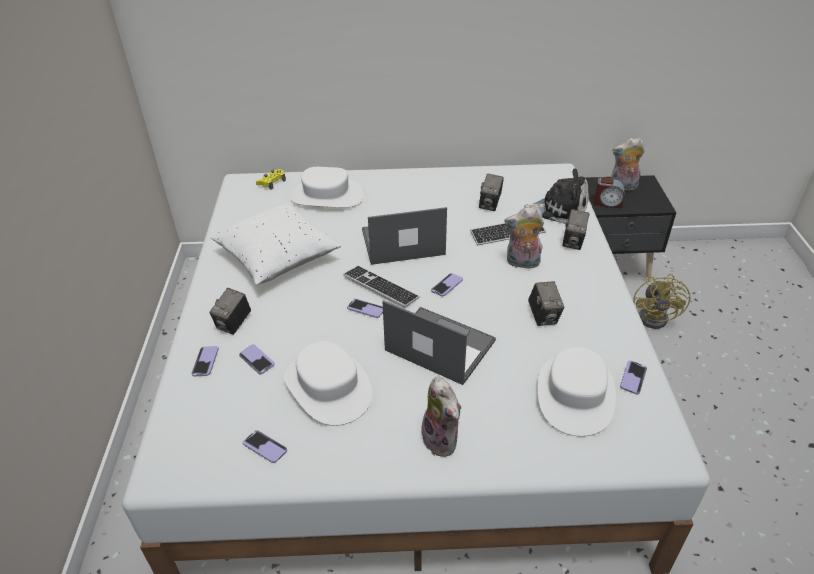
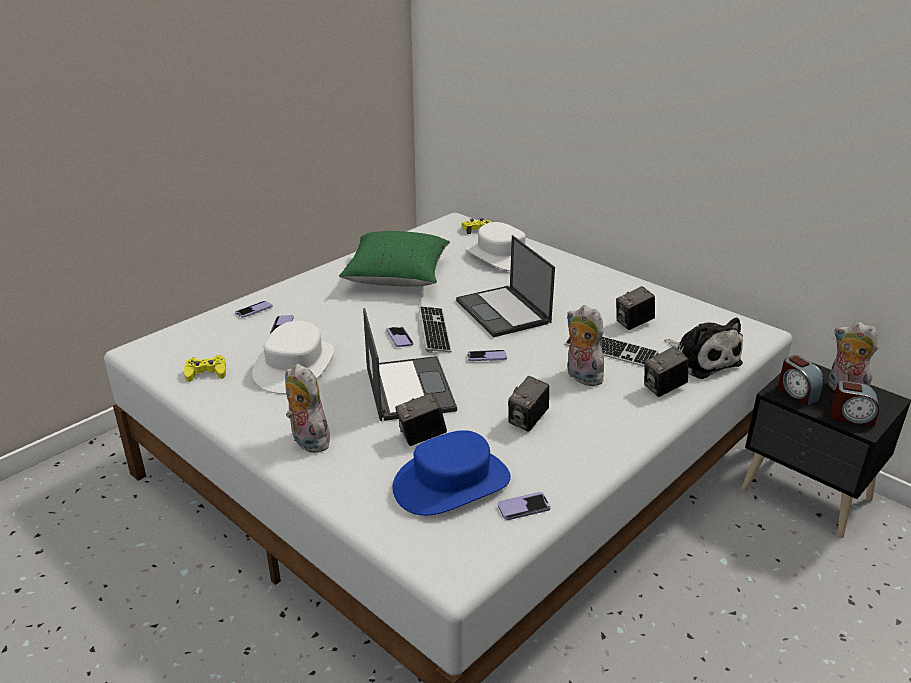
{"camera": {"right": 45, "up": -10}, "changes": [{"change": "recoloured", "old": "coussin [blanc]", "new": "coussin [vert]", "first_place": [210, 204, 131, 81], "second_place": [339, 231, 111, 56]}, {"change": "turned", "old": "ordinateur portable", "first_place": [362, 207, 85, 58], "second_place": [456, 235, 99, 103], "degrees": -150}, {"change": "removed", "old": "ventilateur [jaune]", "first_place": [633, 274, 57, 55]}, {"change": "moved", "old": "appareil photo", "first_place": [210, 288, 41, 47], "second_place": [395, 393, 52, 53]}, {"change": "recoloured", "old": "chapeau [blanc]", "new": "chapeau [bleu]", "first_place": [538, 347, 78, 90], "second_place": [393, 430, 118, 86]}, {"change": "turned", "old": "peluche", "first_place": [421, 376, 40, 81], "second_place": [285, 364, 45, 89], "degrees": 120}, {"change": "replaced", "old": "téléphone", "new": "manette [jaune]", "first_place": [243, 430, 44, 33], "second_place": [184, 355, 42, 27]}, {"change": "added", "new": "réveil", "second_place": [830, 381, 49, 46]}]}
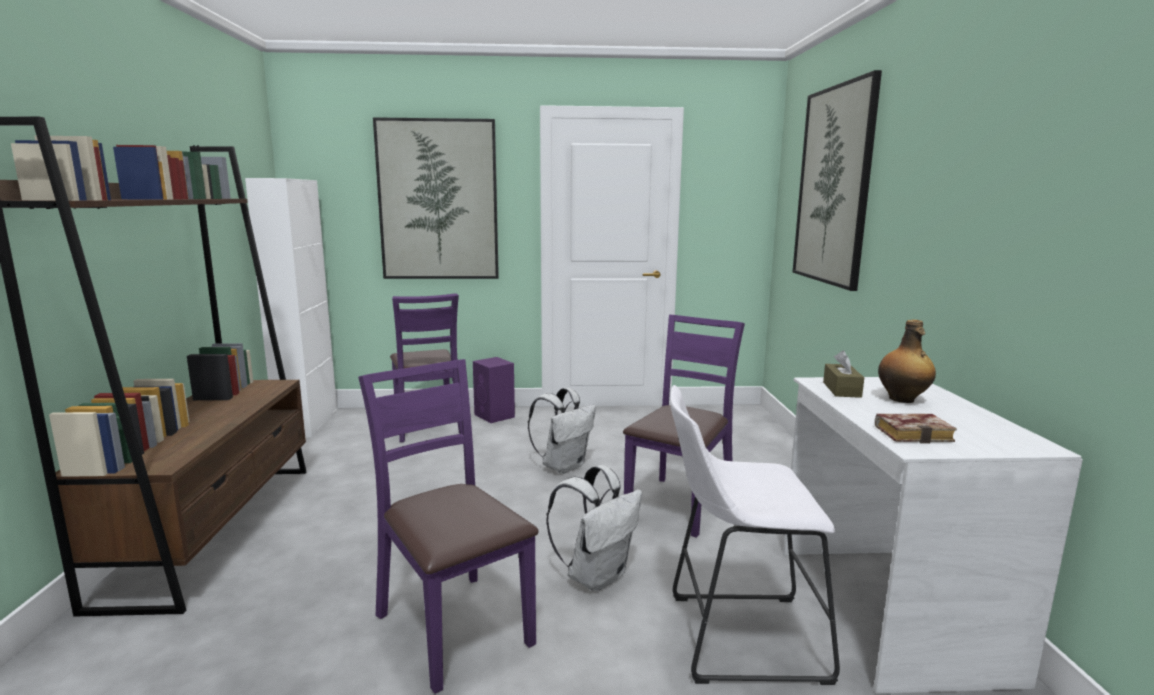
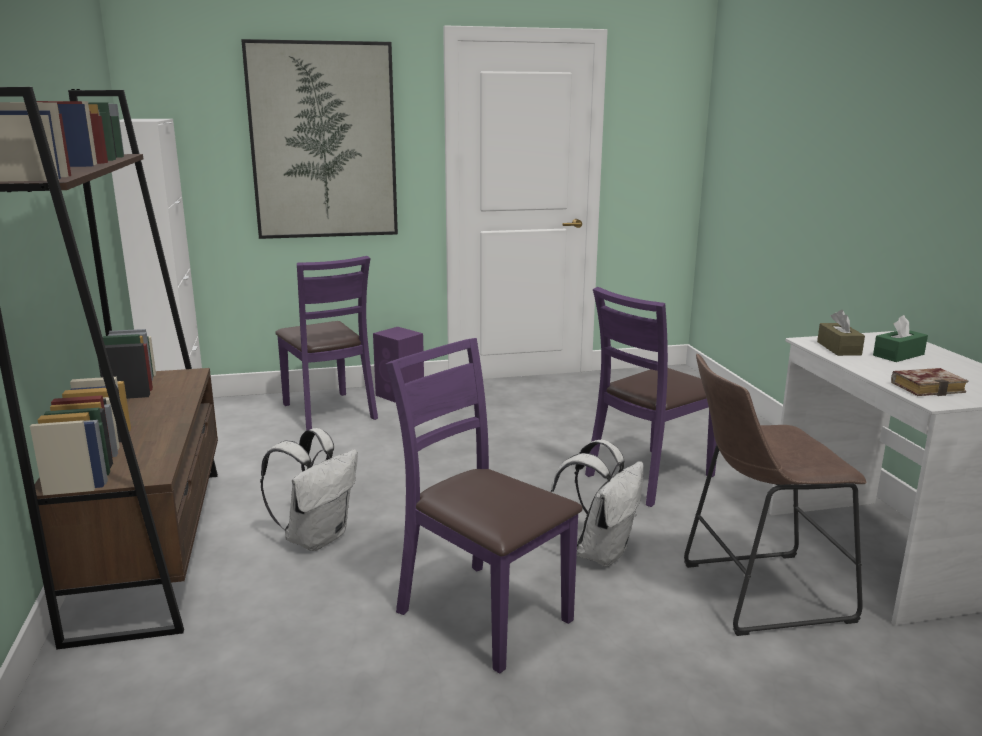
{"camera": {"right": -10, "up": 5}, "changes": [{"change": "removed", "old": "tableau", "first_place": [792, 70, 90, 221]}, {"change": "turned", "old": "chaise [violet]", "first_place": [623, 315, 122, 223], "second_place": [585, 287, 132, 220], "degrees": -150}, {"change": "replaced", "old": "bouteille", "new": "boîte à mouchoirs [vert]", "first_place": [878, 320, 58, 83], "second_place": [873, 315, 55, 47]}, {"change": "recoloured", "old": "tabouret [blanc]", "new": "tabouret [marron]", "first_place": [670, 385, 170, 300], "second_place": [684, 354, 182, 282]}, {"change": "moved", "old": "sac à dos [blanc]", "first_place": [528, 388, 68, 86], "second_place": [260, 428, 98, 123]}]}
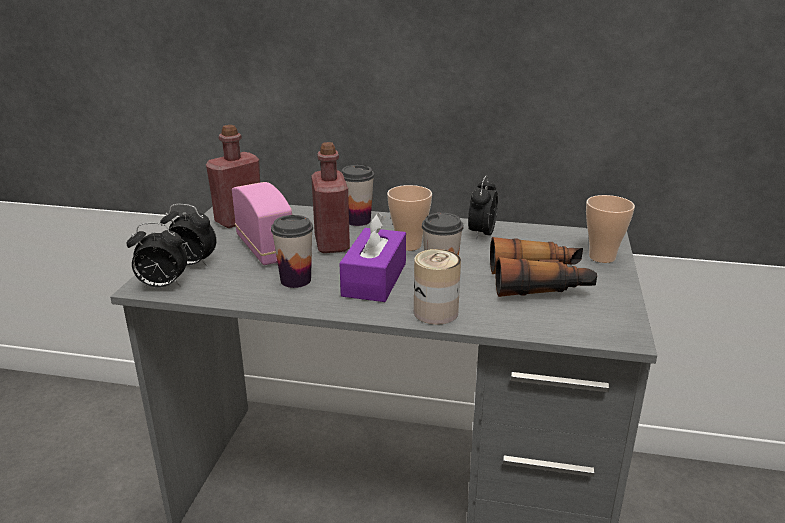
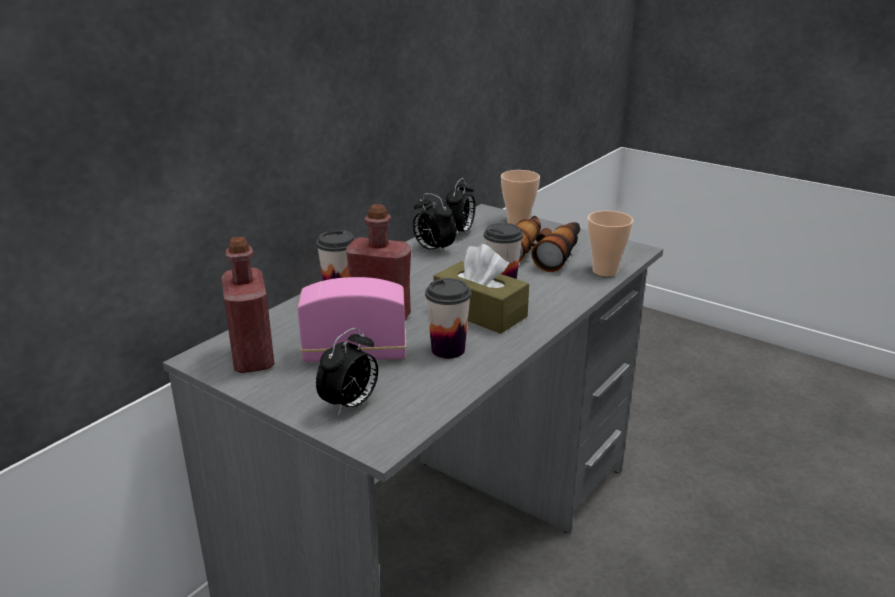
{"camera": {"right": -65, "up": 0}, "changes": [{"change": "moved", "old": "tasse", "first_place": [387, 185, 45, 66], "second_place": [588, 211, 45, 66]}, {"change": "recoloured", "old": "boîte à mouchoirs [violet]", "new": "boîte à mouchoirs [marron]", "first_place": [339, 213, 67, 89], "second_place": [434, 244, 95, 90]}, {"change": "moved", "old": "réveil", "first_place": [127, 223, 60, 65], "second_place": [444, 178, 31, 59]}, {"change": "removed", "old": "boîte métallique", "first_place": [414, 249, 47, 76]}]}
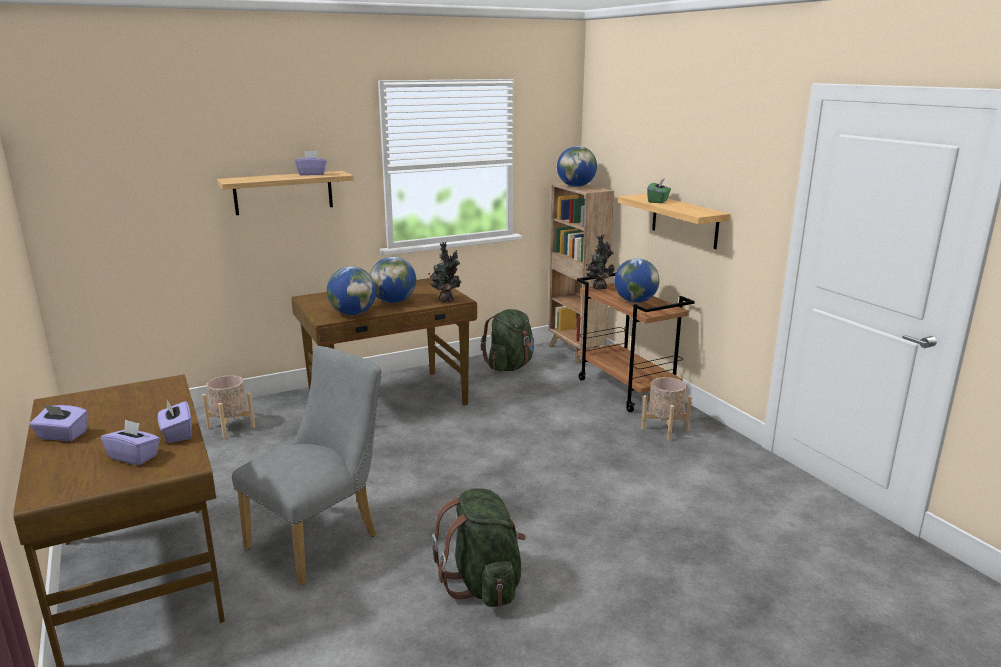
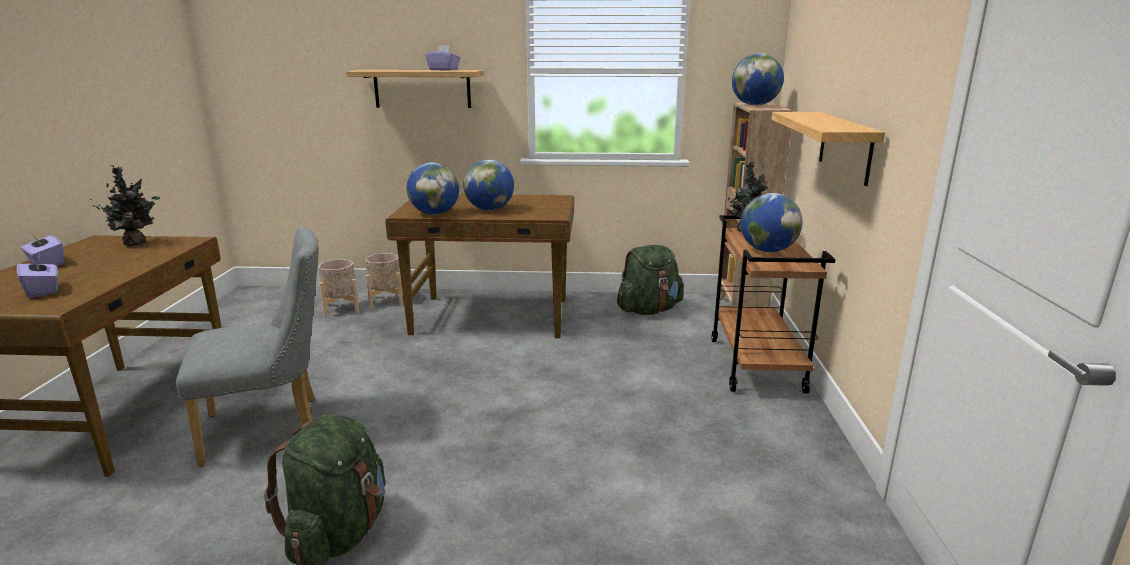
{"camera": {"right": 30, "up": 0}, "changes": [{"change": "removed", "old": "boîte à mouchoirs [vert]", "first_place": [647, 178, 24, 25]}, {"change": "moved", "old": "plante en pot", "first_place": [428, 242, 33, 60], "second_place": [90, 165, 70, 81]}, {"change": "moved", "old": "cache-pot [beige]", "first_place": [641, 377, 51, 64], "second_place": [365, 253, 38, 56]}, {"change": "removed", "old": "boîte à mouchoirs [violet]", "first_place": [158, 400, 34, 43]}]}
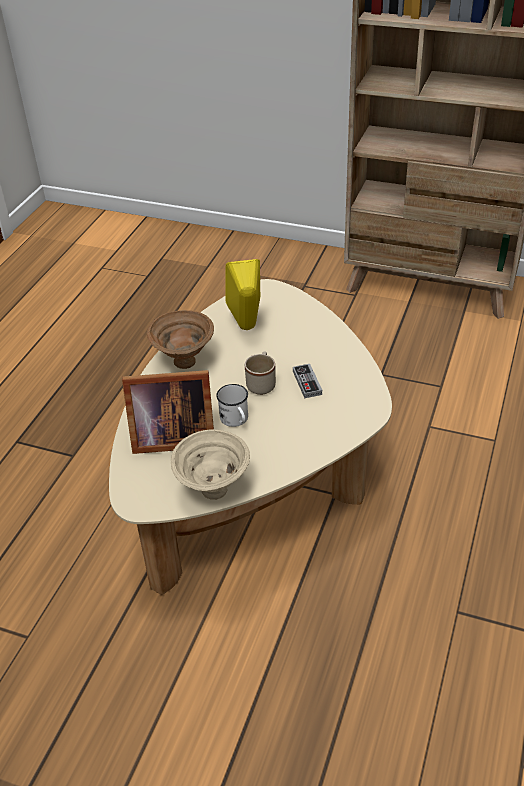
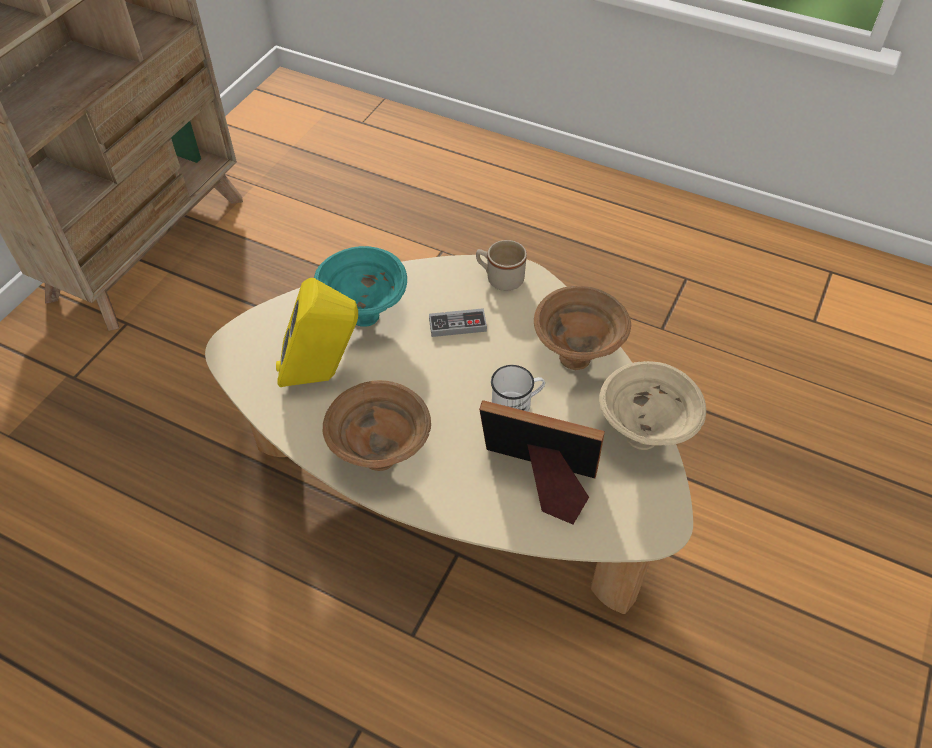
{"camera": {"right": -85, "up": 10}, "changes": [{"change": "moved", "old": "mug [beige]", "first_place": [245, 351, 31, 44], "second_place": [476, 240, 51, 51]}, {"change": "turned", "old": "cadre photo", "first_place": [122, 370, 92, 84], "second_place": [479, 400, 126, 124], "degrees": -75}, {"change": "added", "new": "bol [turquoise]", "second_place": [314, 246, 93, 81]}, {"change": "added", "new": "bol [marron]", "second_place": [534, 286, 97, 84]}]}
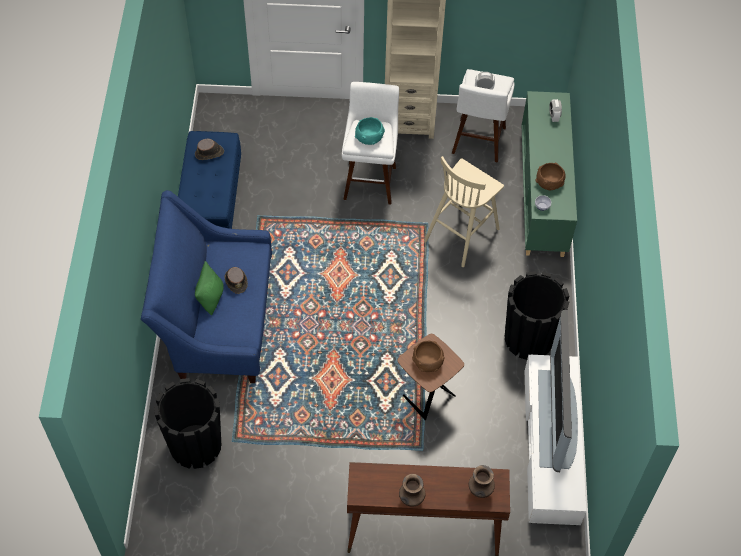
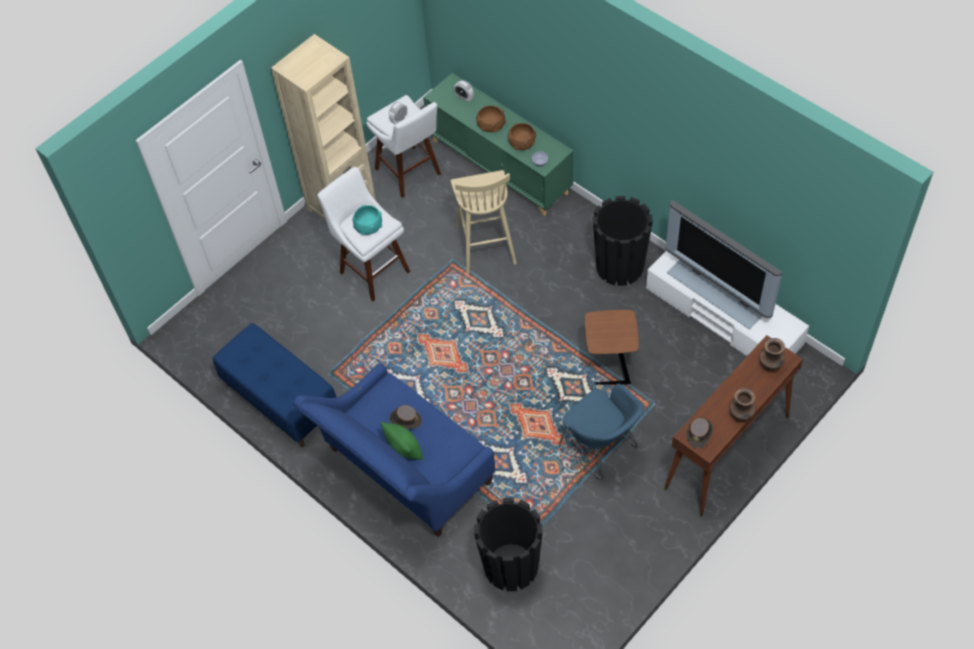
{"camera": {"right": -45, "up": 0}, "changes": [{"change": "moved", "old": "chapeau [marron]", "first_place": [195, 139, 29, 21], "second_place": [687, 417, 26, 31]}, {"change": "moved", "old": "bol [marron]", "first_place": [412, 341, 33, 31], "second_place": [476, 106, 30, 26]}, {"change": "added", "new": "fauteuil [bleu]", "second_place": [559, 384, 85, 96]}]}
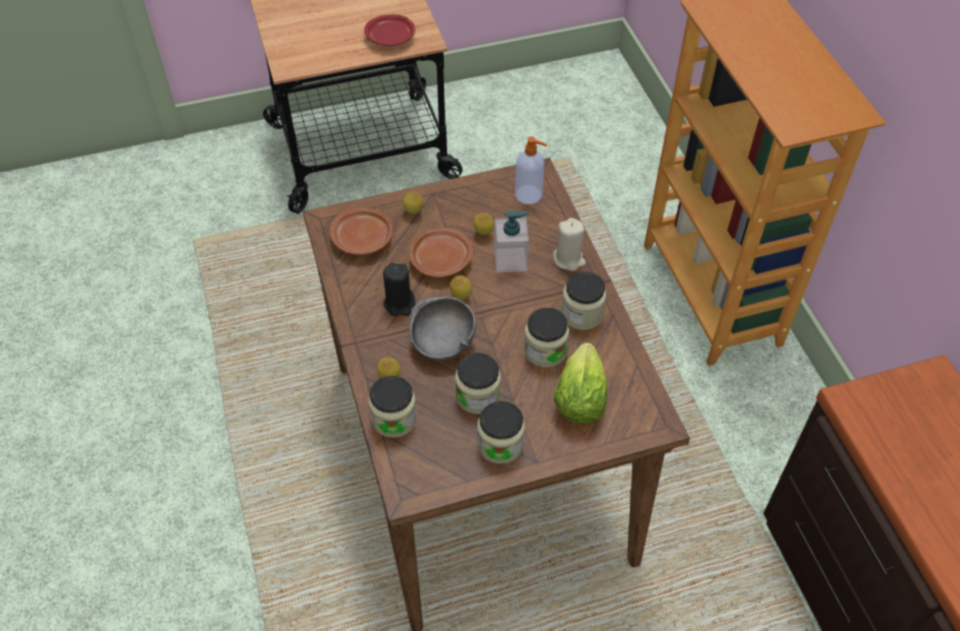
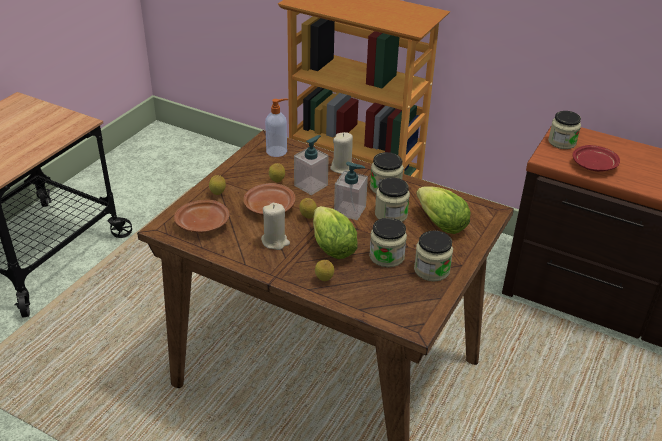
{"camera": {"right": -45, "up": -15}, "changes": [{"change": "moved", "old": "assiette [rouge]", "first_place": [364, 14, 51, 32], "second_place": [572, 145, 48, 27]}, {"change": "recoloured", "old": "bougie [noir]", "new": "bougie [beige]", "first_place": [383, 263, 32, 53], "second_place": [261, 203, 29, 47]}, {"change": "replaced", "old": "bol [gris]", "new": "laitue", "first_place": [410, 297, 66, 63], "second_place": [313, 206, 45, 53]}, {"change": "moved", "old": "bocal", "first_place": [369, 376, 48, 62], "second_place": [548, 111, 33, 38]}, {"change": "added", "new": "distributeur de savon", "second_place": [334, 162, 34, 58]}]}
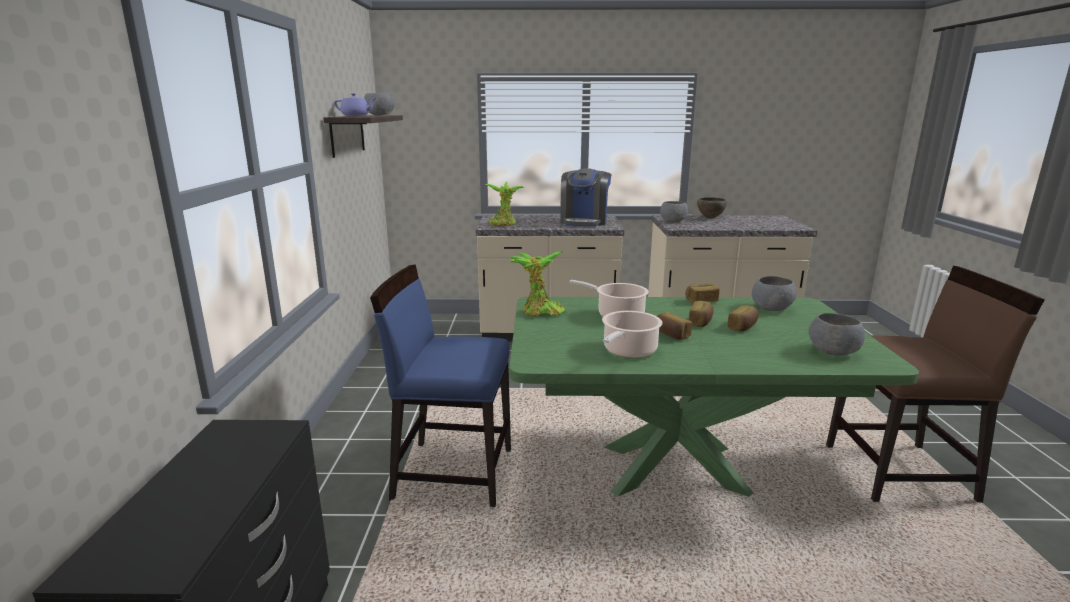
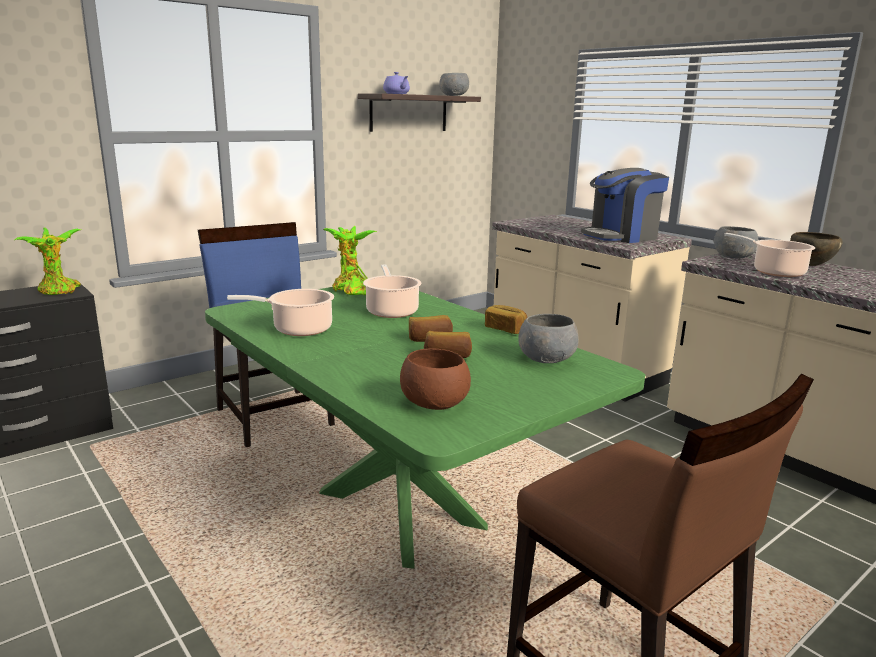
{"camera": {"right": 50, "up": 0}, "changes": [{"change": "moved", "old": "plante en pot", "first_place": [485, 182, 39, 44], "second_place": [14, 227, 67, 68]}, {"change": "removed", "old": "pain", "first_place": [657, 312, 35, 28]}, {"change": "recoloured", "old": "bol [gris]", "new": "bol [marron]", "first_place": [808, 313, 57, 43], "second_place": [400, 348, 71, 62]}, {"change": "added", "new": "marmite", "second_place": [724, 233, 91, 44]}]}
